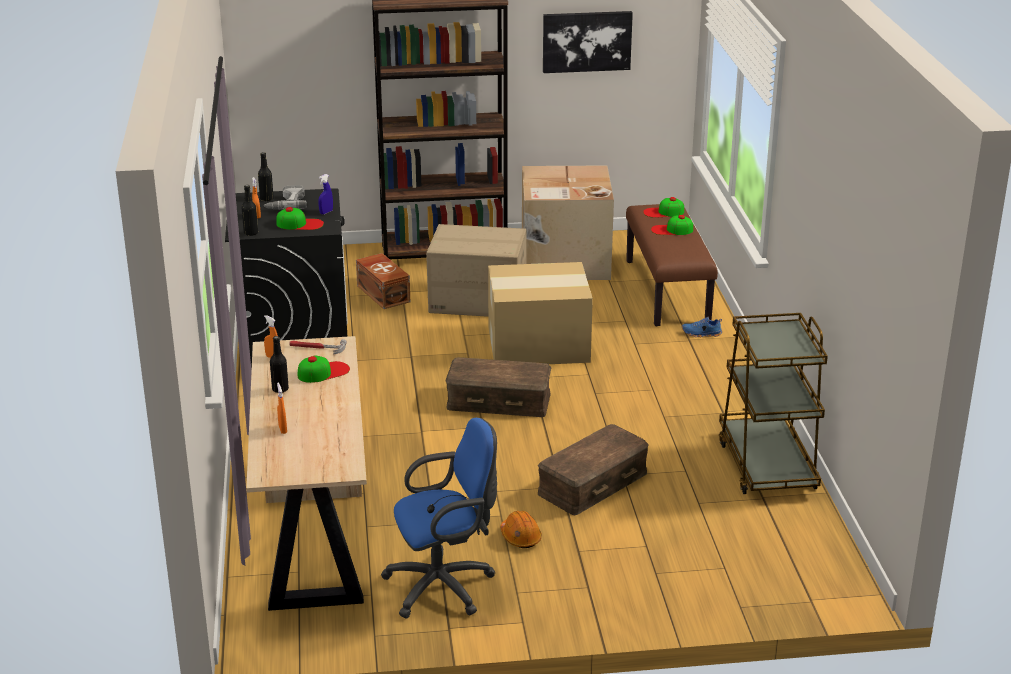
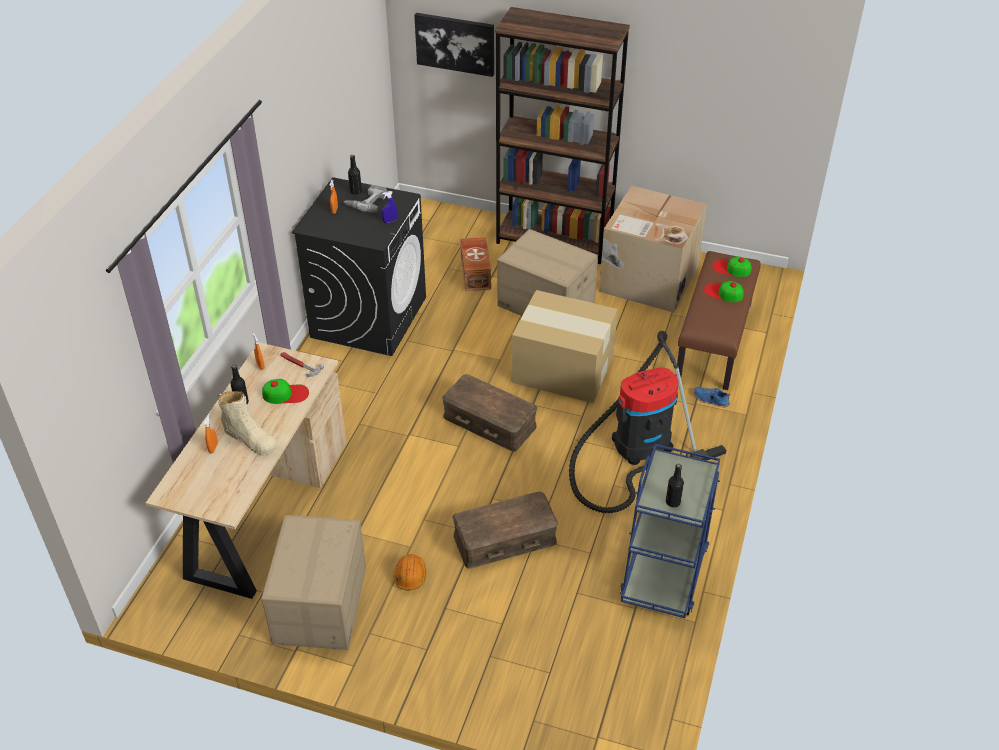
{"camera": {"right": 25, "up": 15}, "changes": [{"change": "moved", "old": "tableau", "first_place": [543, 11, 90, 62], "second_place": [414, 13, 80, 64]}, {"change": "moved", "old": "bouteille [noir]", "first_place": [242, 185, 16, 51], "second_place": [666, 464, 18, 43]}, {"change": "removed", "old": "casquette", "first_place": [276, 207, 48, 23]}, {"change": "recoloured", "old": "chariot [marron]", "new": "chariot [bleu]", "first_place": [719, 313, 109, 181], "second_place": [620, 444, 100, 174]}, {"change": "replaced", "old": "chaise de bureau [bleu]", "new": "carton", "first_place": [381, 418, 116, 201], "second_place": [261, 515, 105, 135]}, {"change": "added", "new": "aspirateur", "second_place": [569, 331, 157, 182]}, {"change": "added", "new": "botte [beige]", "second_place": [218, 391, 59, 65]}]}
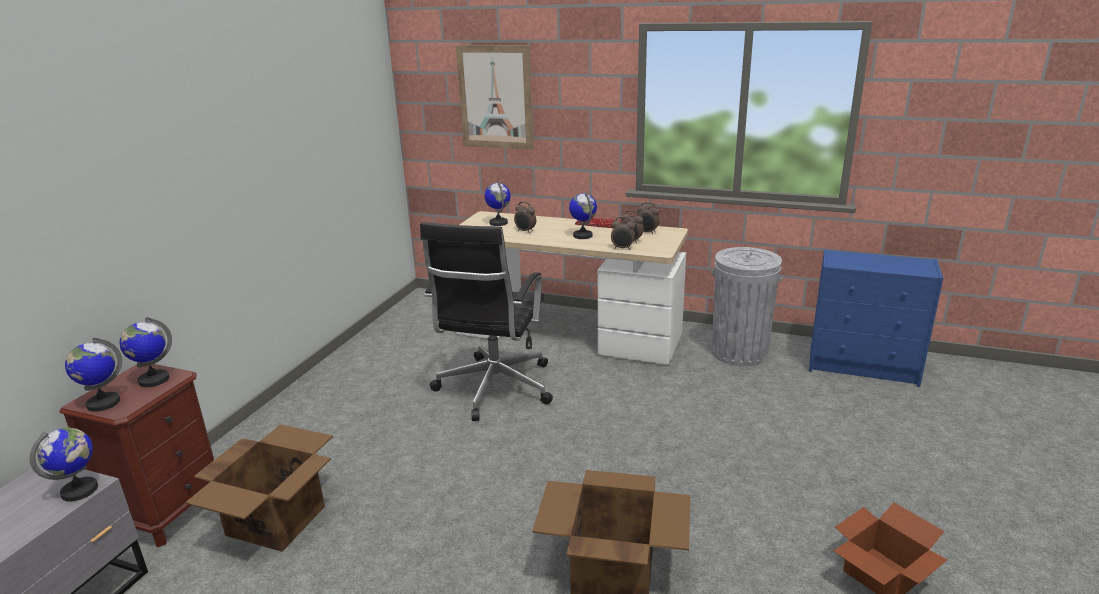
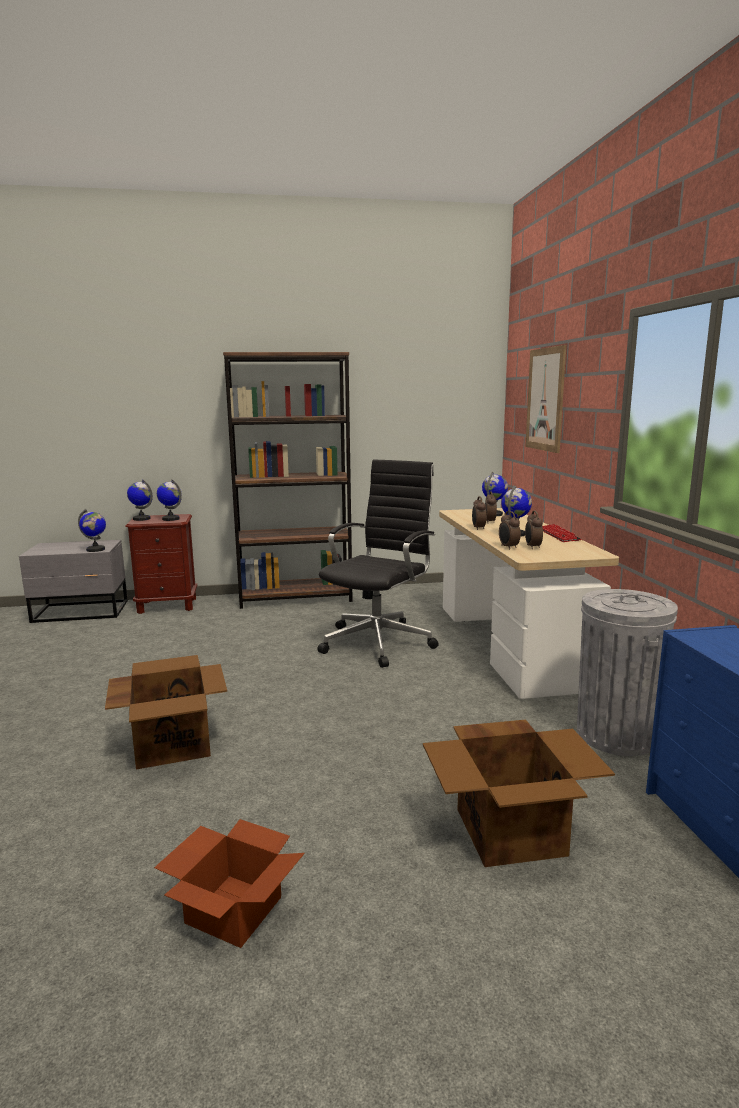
{"camera": {"right": 60, "up": -10}, "changes": [{"change": "moved", "old": "réveil", "first_place": [638, 202, 22, 32], "second_place": [472, 496, 15, 34]}, {"change": "turned", "old": "chaise de bureau [noir]", "first_place": [420, 222, 133, 199], "second_place": [317, 459, 122, 209], "degrees": 135}, {"change": "moved", "old": "carton", "first_place": [185, 424, 148, 128], "second_place": [423, 720, 192, 147]}, {"change": "added", "new": "bibliothèque [marron]", "second_place": [223, 352, 130, 257]}]}
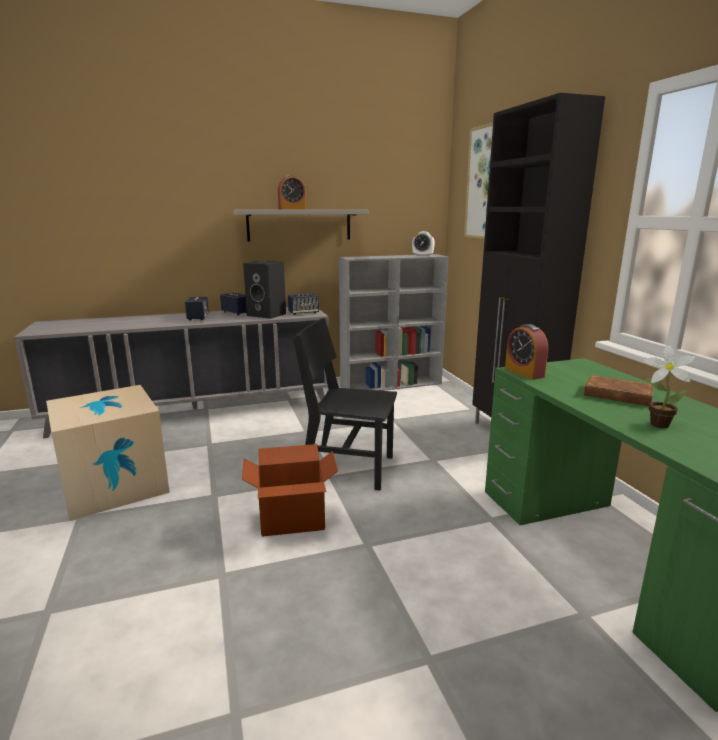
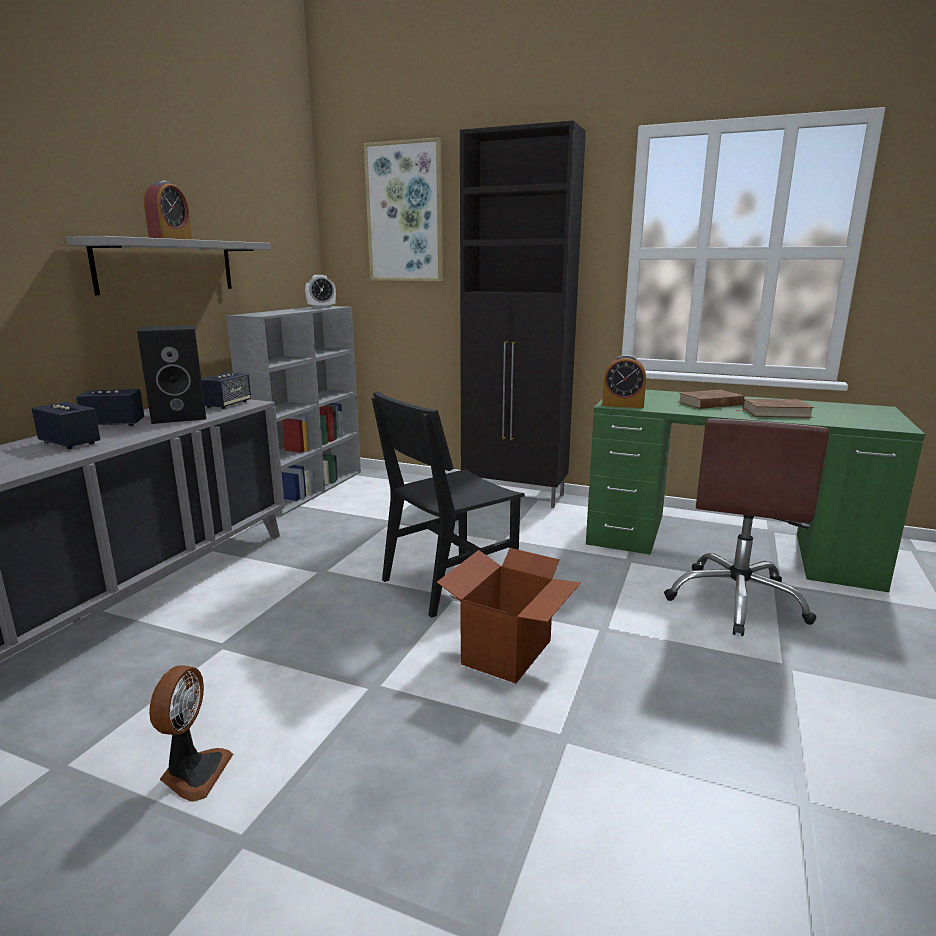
{"camera": {"right": -50, "up": 0}, "changes": [{"change": "replaced", "old": "plante en pot", "new": "livre [marron]", "first_place": [643, 345, 53, 83], "second_place": [735, 399, 80, 19]}, {"change": "replaced", "old": "carton", "new": "ventilateur", "first_place": [46, 385, 124, 136], "second_place": [149, 665, 84, 136]}, {"change": "added", "new": "chaise de bureau [marron]", "second_place": [664, 418, 166, 218]}]}
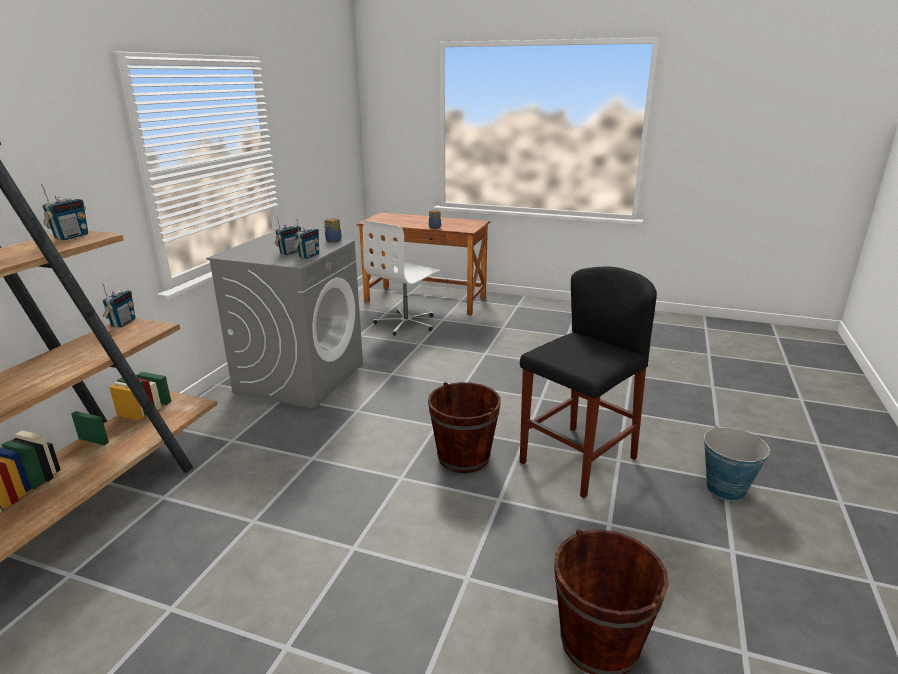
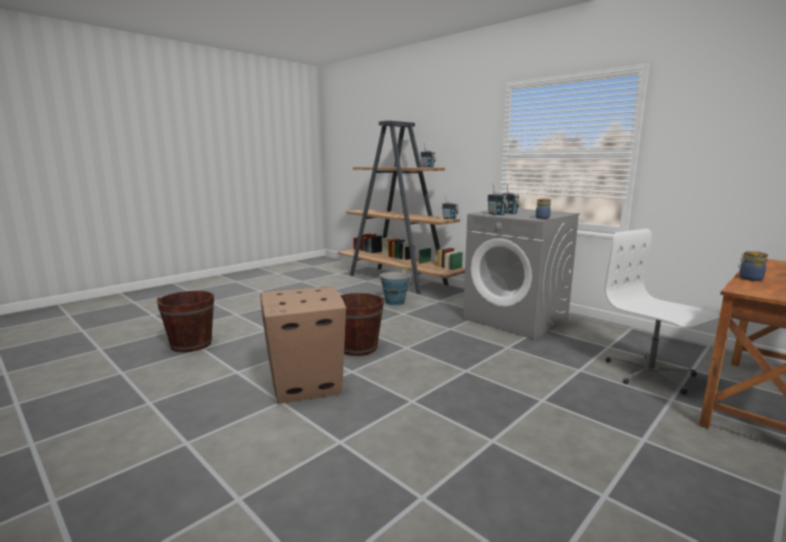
{"camera": {"right": 115, "up": -10}, "changes": [{"change": "replaced", "old": "tabouret [noir]", "new": "carton", "first_place": [520, 266, 137, 232], "second_place": [260, 286, 86, 118]}, {"change": "moved", "old": "seau", "first_place": [704, 426, 66, 75], "second_place": [379, 272, 32, 34]}]}
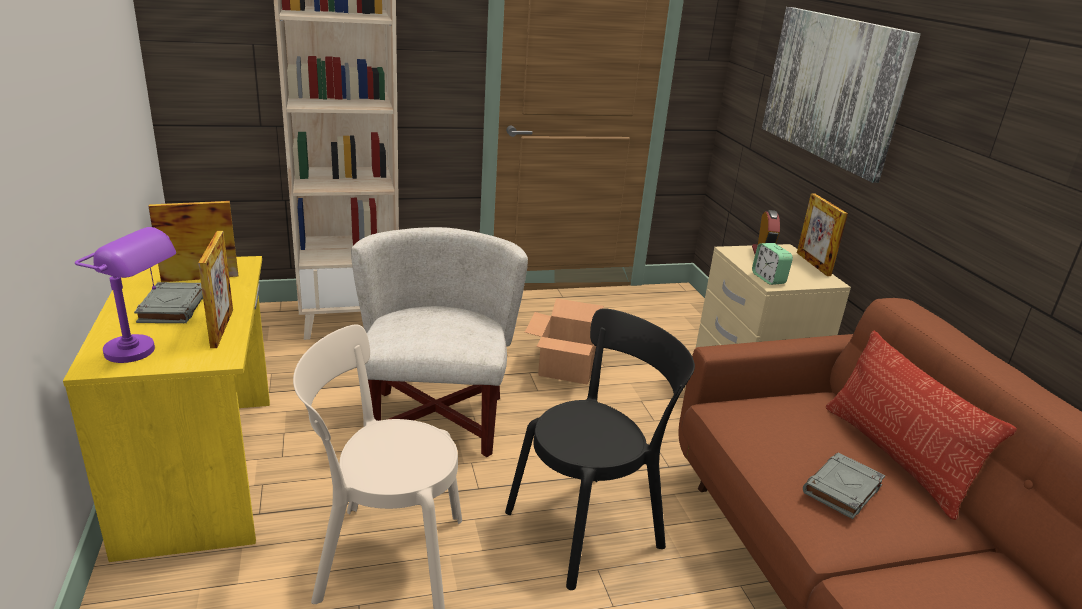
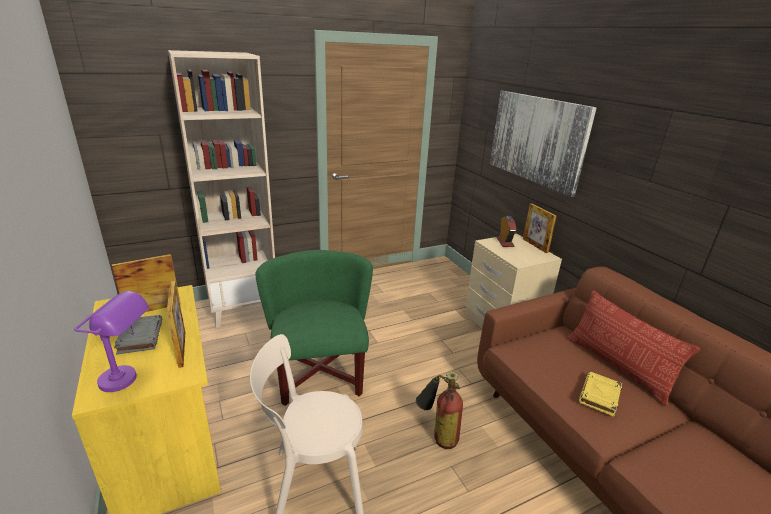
{"camera": {"right": -10, "up": 0}, "changes": [{"change": "recoloured", "old": "fauteuil [blanc]", "new": "fauteuil [vert]", "first_place": [351, 227, 177, 230], "second_place": [255, 250, 118, 156]}, {"change": "removed", "old": "réveil", "first_place": [752, 243, 41, 42]}, {"change": "removed", "old": "carton", "first_place": [525, 298, 79, 87]}, {"change": "replaced", "old": "chaise [noir]", "new": "extincteur", "first_place": [505, 308, 190, 282], "second_place": [416, 371, 47, 78]}, {"change": "recoloured", "old": "livre [gris]", "new": "livre [jaune]", "first_place": [803, 453, 82, 66], "second_place": [579, 371, 43, 46]}]}
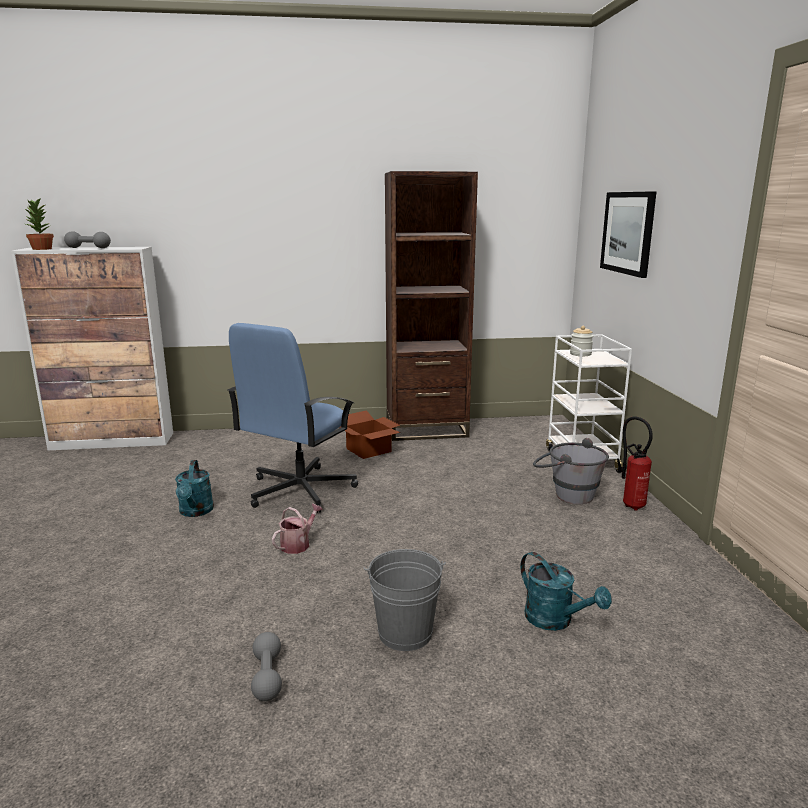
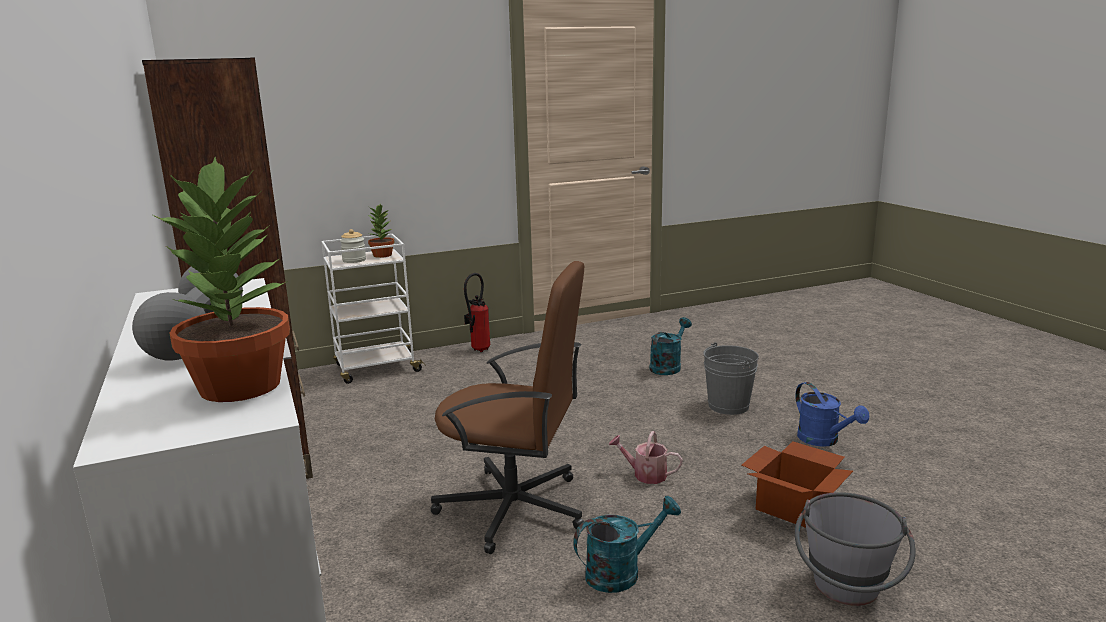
{"camera": {"right": -105, "up": 0}, "changes": [{"change": "removed", "old": "tableau", "first_place": [600, 191, 57, 87]}, {"change": "recoloured", "old": "chaise de bureau [bleu]", "new": "chaise de bureau [marron]", "first_place": [228, 323, 130, 190], "second_place": [431, 261, 153, 293]}, {"change": "moved", "old": "carton", "first_place": [339, 410, 61, 49], "second_place": [742, 441, 111, 87]}, {"change": "moved", "old": "seau [gris]", "first_place": [533, 438, 76, 66], "second_place": [795, 492, 121, 114]}, {"change": "replaced", "old": "haltère [gris]", "new": "arrosoir [bleu]", "first_place": [251, 632, 31, 69], "second_place": [795, 382, 74, 65]}, {"change": "added", "new": "plante en pot", "second_place": [368, 205, 26, 53]}]}
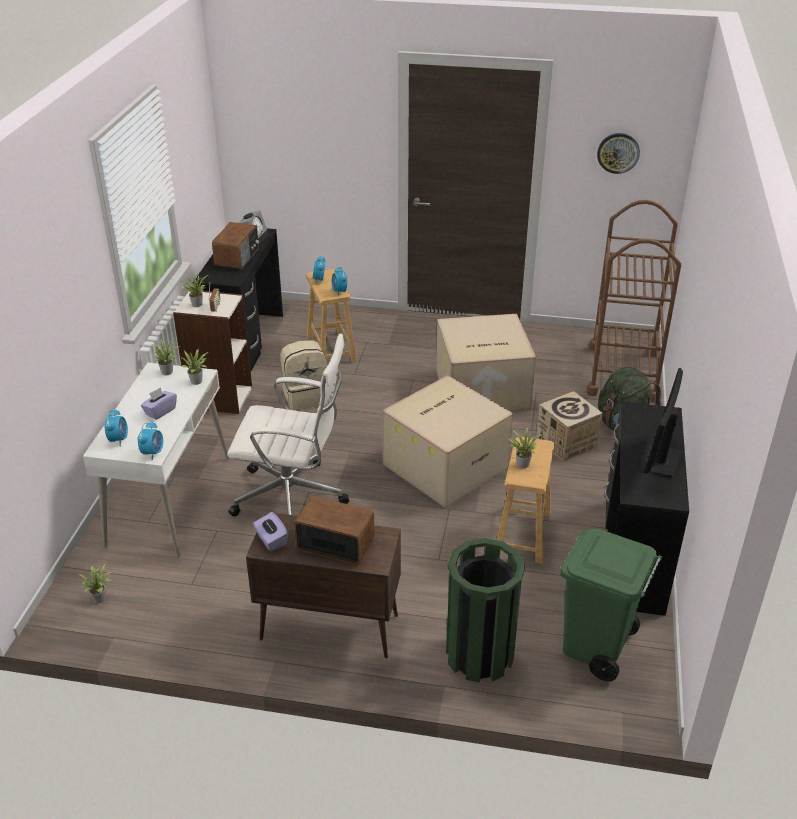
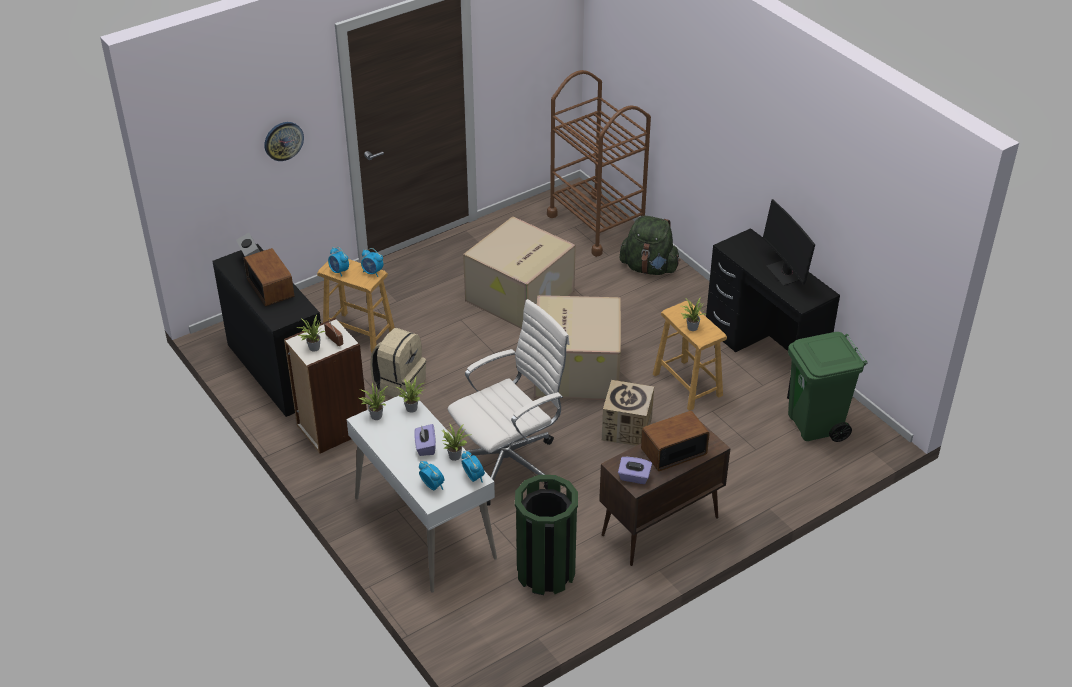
{"camera": {"right": -45, "up": 5}, "changes": [{"change": "moved", "old": "horloge murale", "first_place": [597, 133, 43, 41], "second_place": [264, 122, 40, 39]}, {"change": "moved", "old": "carton", "first_place": [536, 391, 67, 71], "second_place": [602, 380, 52, 66]}, {"change": "moved", "old": "poubelle [vert]", "first_place": [446, 538, 79, 145], "second_place": [515, 475, 63, 120]}, {"change": "moved", "old": "plante en pot", "first_place": [78, 565, 34, 38], "second_place": [441, 423, 29, 38]}]}
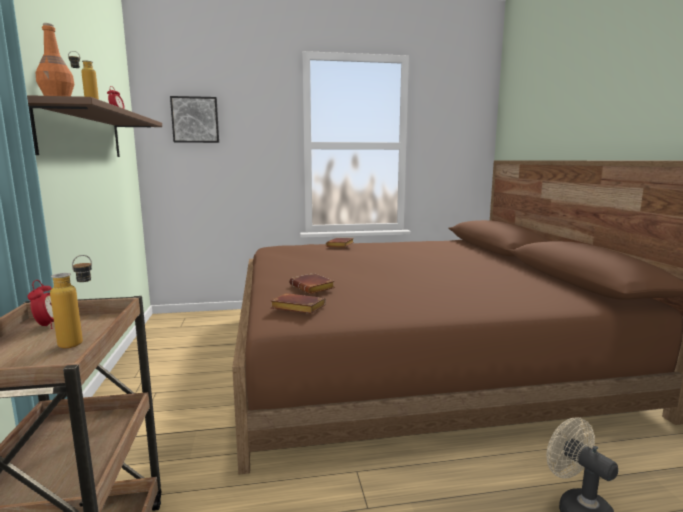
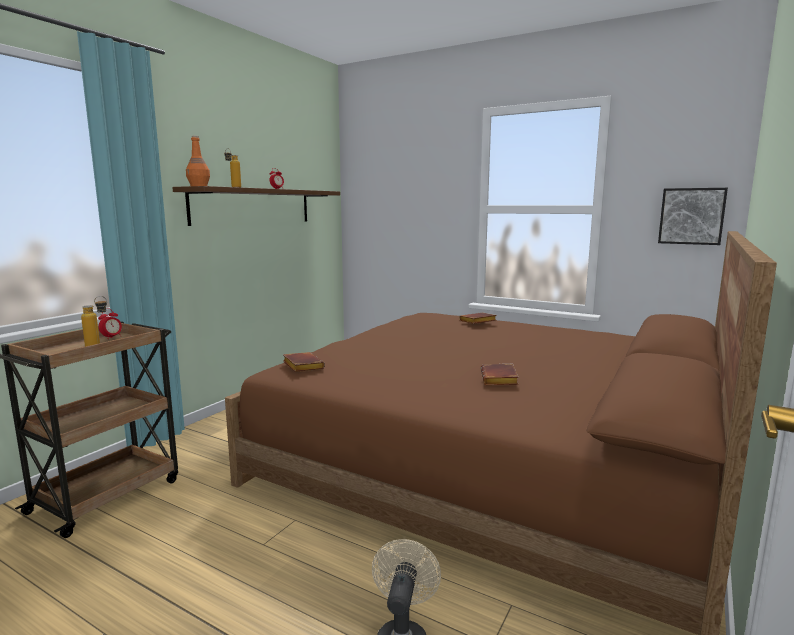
{"camera": {"right": 40, "up": 0}, "changes": [{"change": "moved", "old": "tableau", "first_place": [170, 96, 49, 47], "second_place": [658, 188, 70, 57]}, {"change": "moved", "old": "livre [marron]", "first_place": [289, 273, 46, 21], "second_place": [481, 364, 37, 21]}]}
